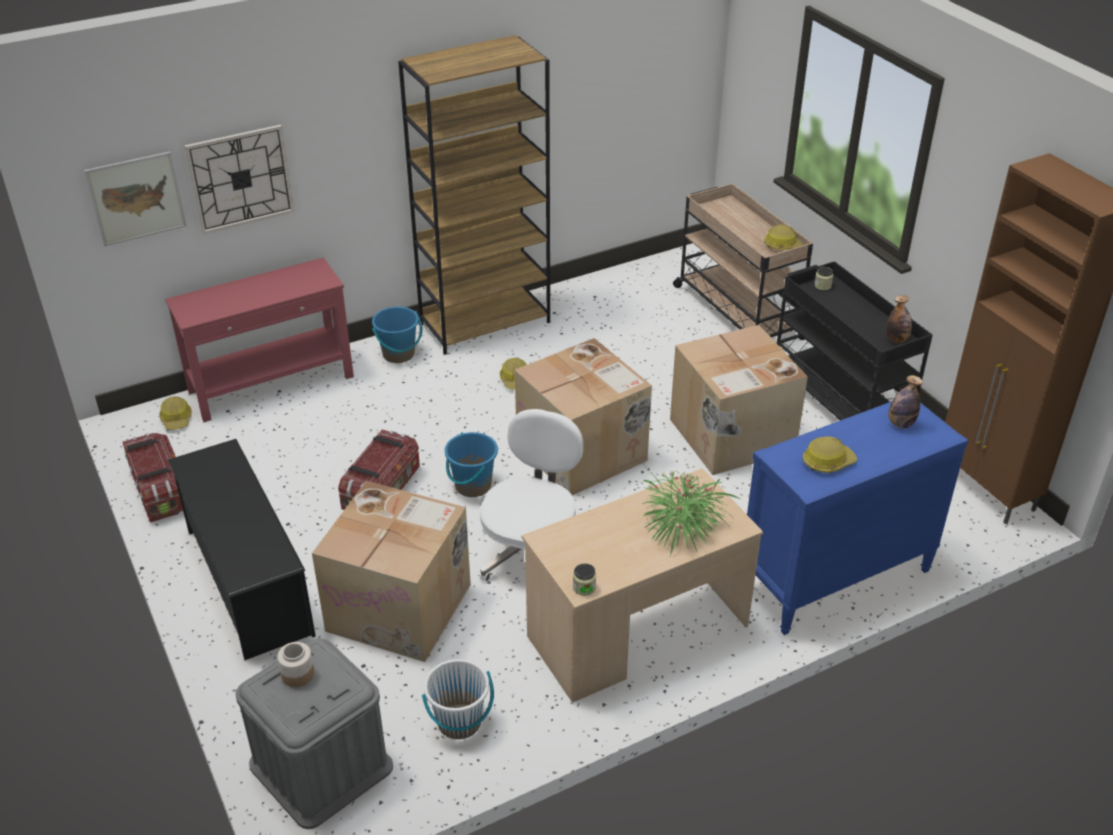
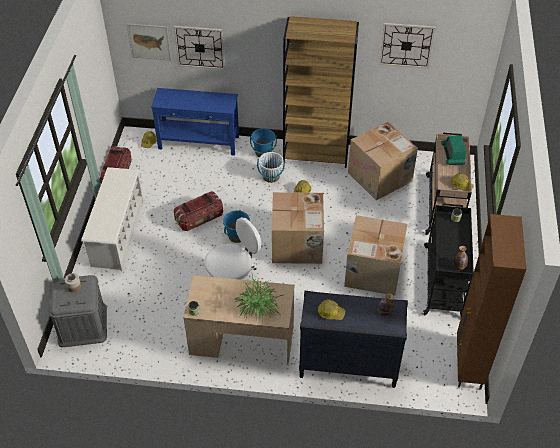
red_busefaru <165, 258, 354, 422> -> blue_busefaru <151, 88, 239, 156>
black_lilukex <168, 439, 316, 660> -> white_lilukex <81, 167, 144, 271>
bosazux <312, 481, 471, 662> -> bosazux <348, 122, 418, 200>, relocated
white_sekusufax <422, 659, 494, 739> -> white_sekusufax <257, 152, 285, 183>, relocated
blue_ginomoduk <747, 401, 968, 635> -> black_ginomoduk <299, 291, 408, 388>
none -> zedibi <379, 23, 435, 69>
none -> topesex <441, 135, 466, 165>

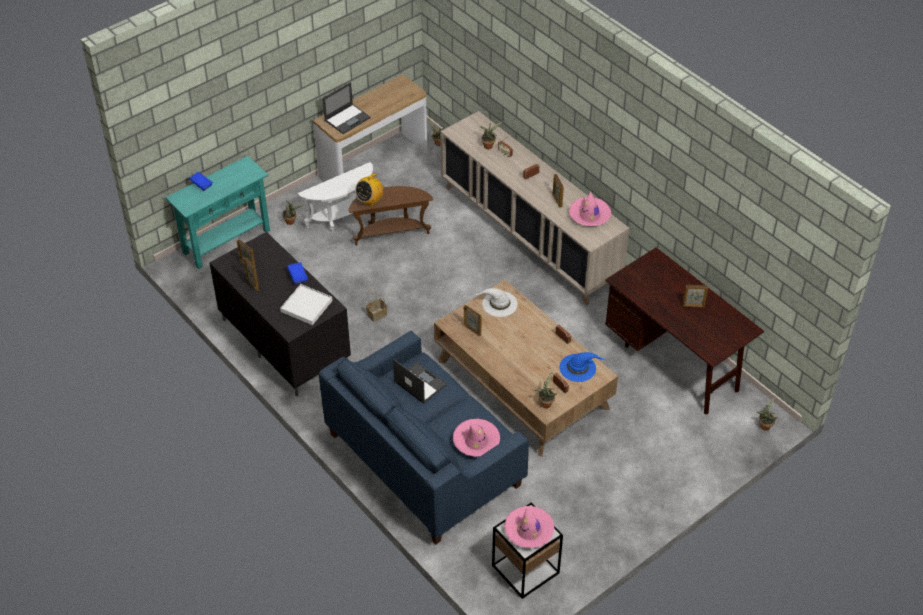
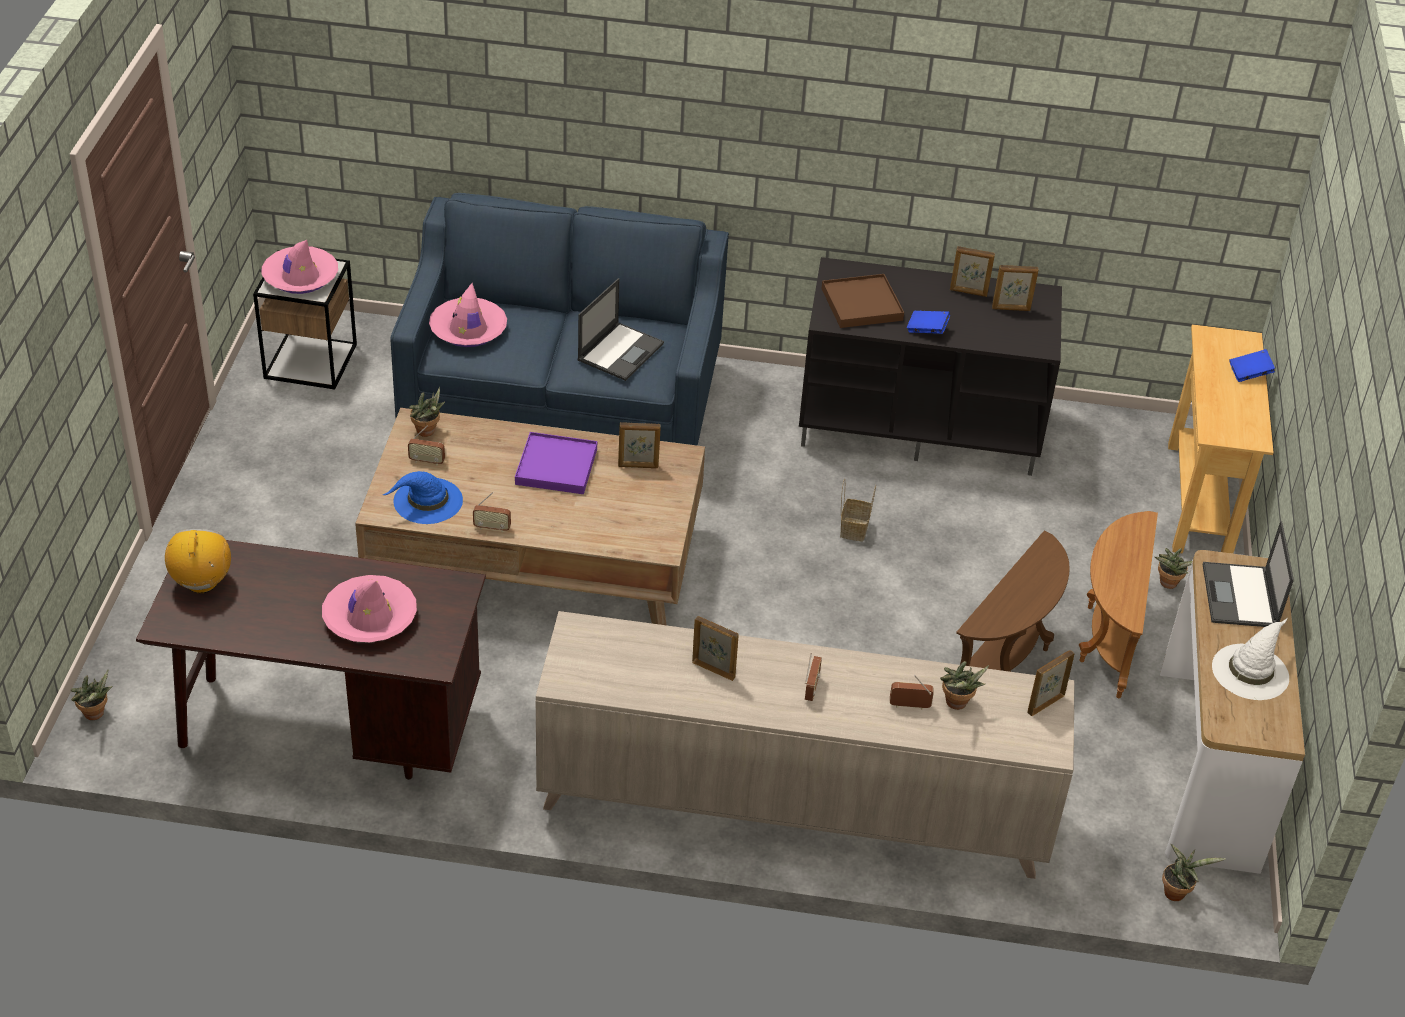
turquoise_busefaru <165, 156, 270, 269> -> beige_busefaru <1168, 324, 1274, 554>
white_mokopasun <280, 284, 333, 325> -> brown_mokopasun <821, 274, 904, 328>
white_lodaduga <298, 162, 373, 233> -> brown_lodaduga <1079, 511, 1158, 698>
topesex <355, 171, 383, 206> -> topesex <165, 529, 231, 593>, relocated
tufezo <393, 359, 447, 404> -> tufezo <577, 278, 664, 381>, 60 degrees counterclockwise
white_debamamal <475, 288, 518, 317> -> white_debamamal <1212, 618, 1289, 700>, relocated
pink_debamamal <569, 192, 611, 226> -> pink_debamamal <322, 575, 417, 642>, relocated
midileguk <682, 285, 708, 308> -> midileguk <1028, 650, 1075, 716>, relocated
none -> purple_mokopasun <515, 432, 597, 494>

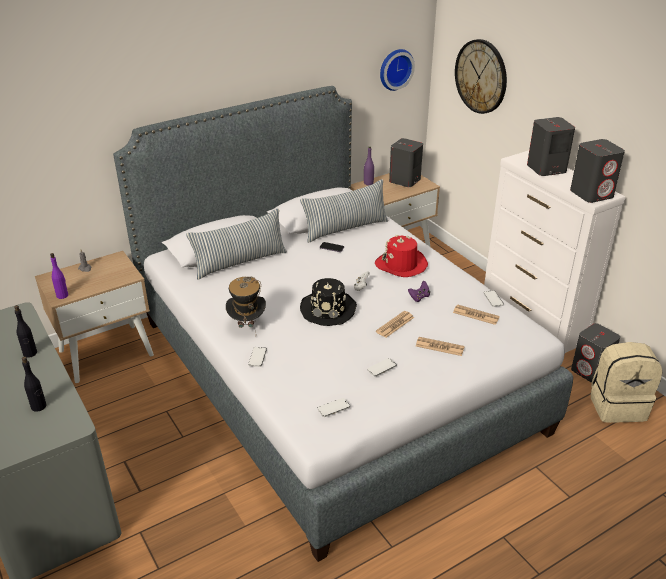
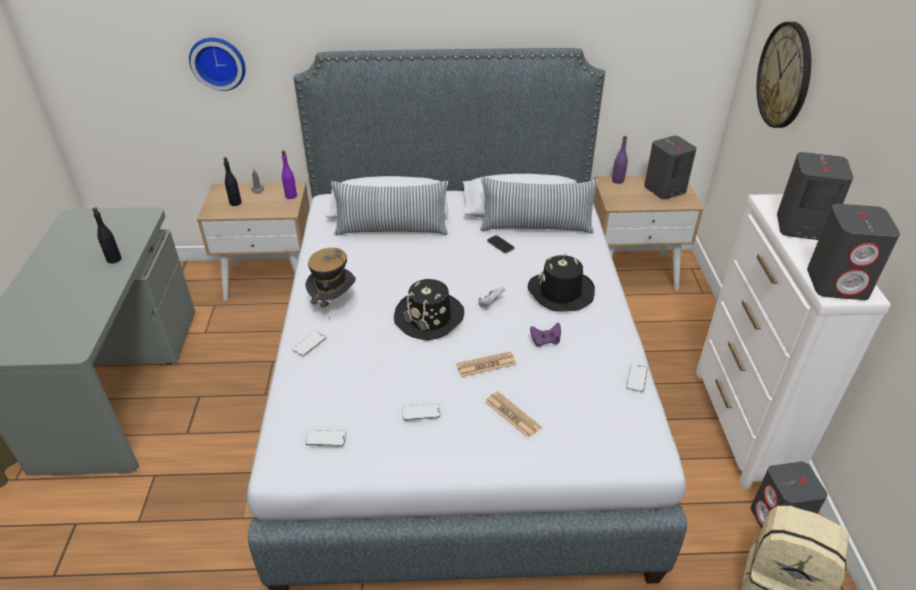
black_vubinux <22, 357, 46, 412> -> black_vubinux <223, 157, 242, 206>, relocated
purple_vubinux <50, 253, 68, 299> -> purple_vubinux <282, 151, 297, 199>, relocated
red_debamamal <375, 235, 428, 277> -> black_debamamal <528, 254, 595, 311>
zedibi <380, 49, 415, 91> -> zedibi <189, 38, 246, 91>, relocated
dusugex <453, 304, 500, 325> -> none

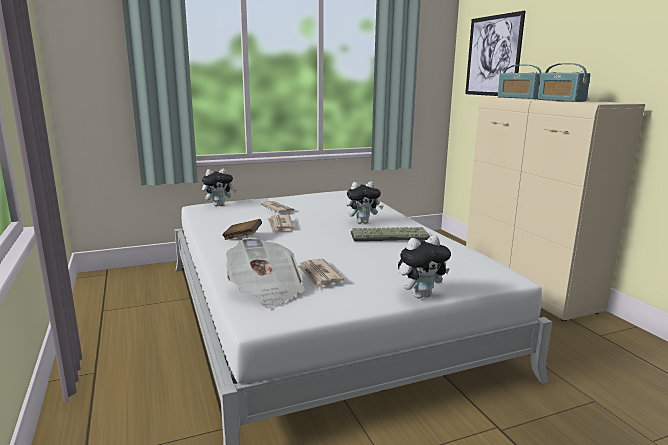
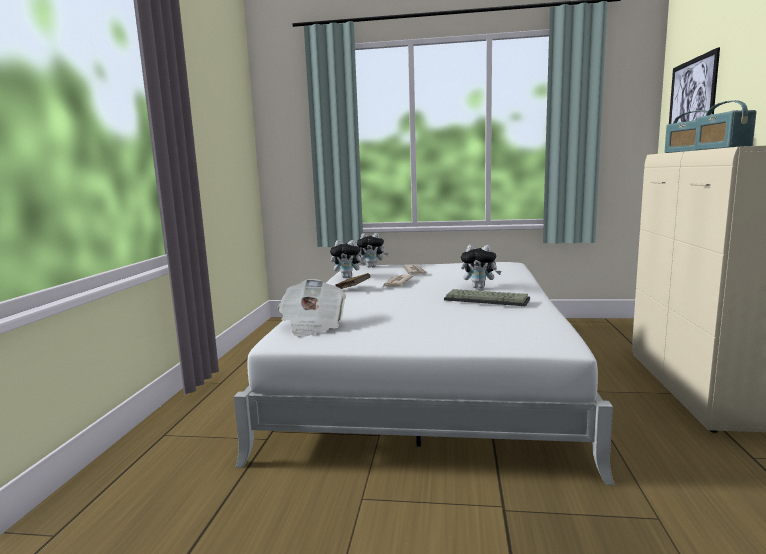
dusugex <298, 259, 344, 288> -> none
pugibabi <398, 235, 451, 299> -> pugibabi <330, 240, 365, 278>, relocated

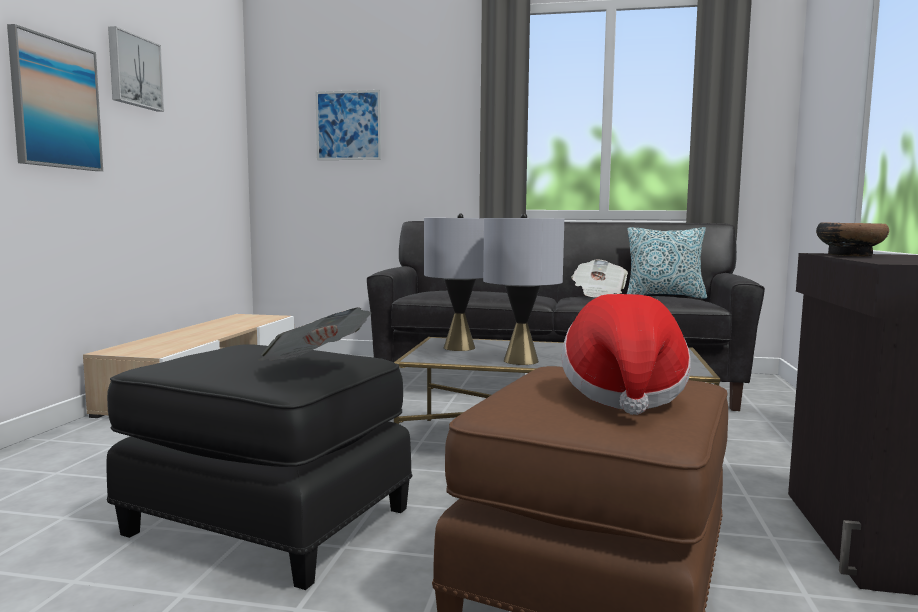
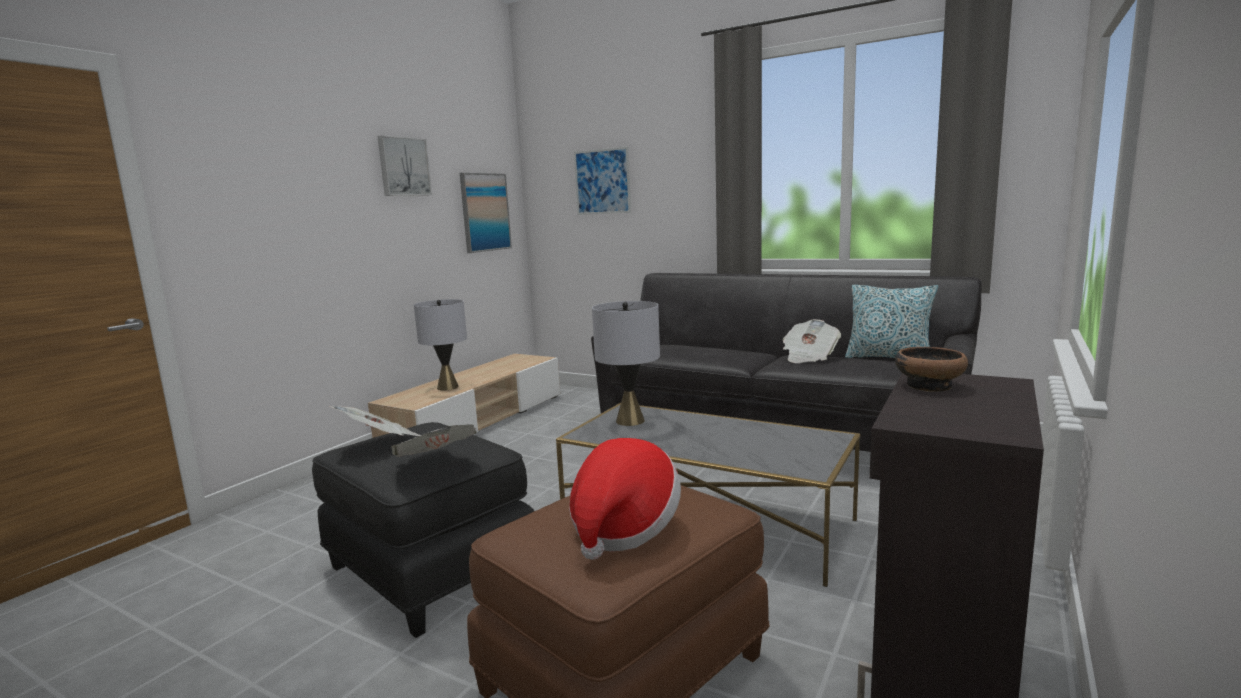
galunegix <7, 24, 103, 171> -> galunegix <460, 173, 512, 253>, relocated
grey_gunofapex <483, 213, 564, 365> -> grey_gunofapex <414, 299, 467, 390>, relocated
none -> dusugex <329, 406, 420, 436>

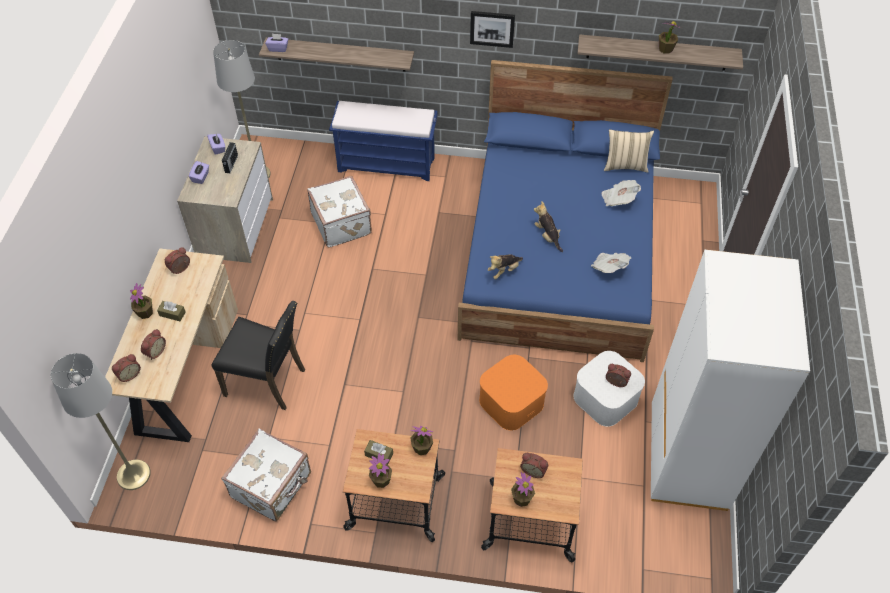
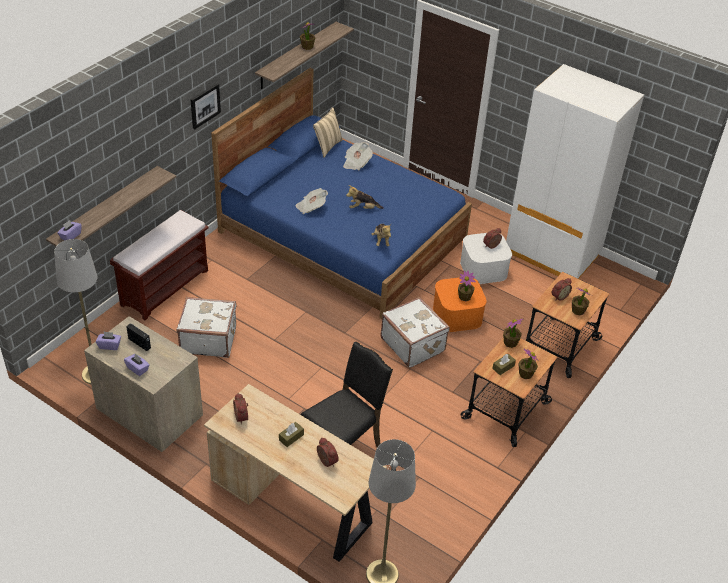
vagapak <112, 354, 141, 382> -> none
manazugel <130, 283, 153, 319> -> manazugel <458, 270, 476, 301>, relocated
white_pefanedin <221, 428, 311, 522> -> white_pefanedin <380, 297, 450, 368>, relocated
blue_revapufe <329, 101, 438, 181> -> brown_revapufe <110, 210, 209, 320>
dusugex <591, 253, 631, 273> -> dusugex <296, 188, 328, 214>, relocated

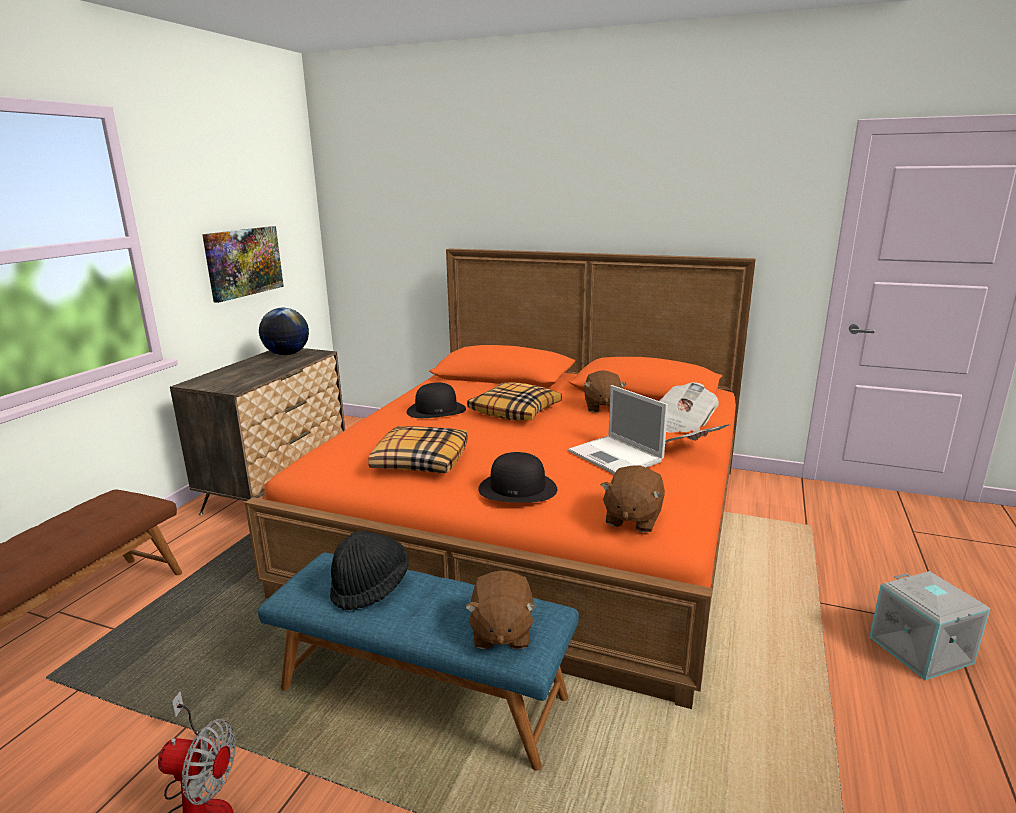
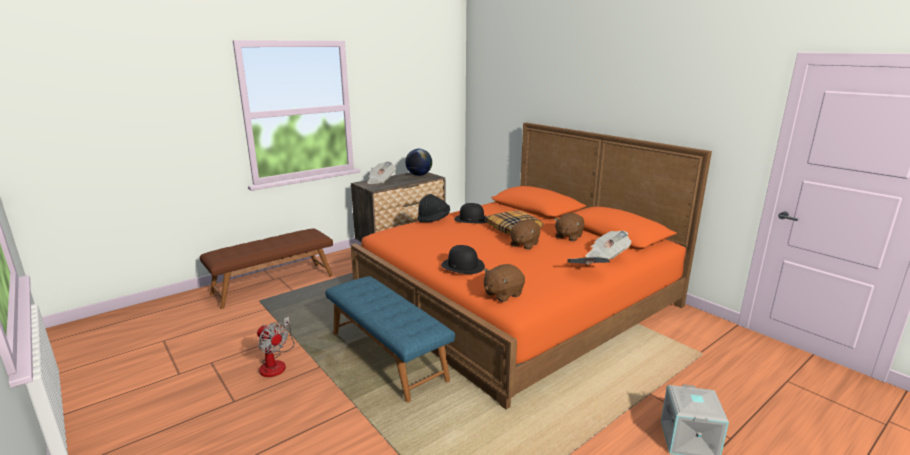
galunegix <202, 226, 284, 303> -> none
black_debamamal <330, 531, 409, 611> -> black_debamamal <418, 194, 450, 223>, relocated
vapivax <368, 426, 468, 473> -> none
brown_pugibabi <465, 571, 536, 649> -> brown_pugibabi <509, 220, 540, 250>, relocated
tufezo <568, 385, 668, 474> -> none
none -> dusugex <367, 161, 396, 184>

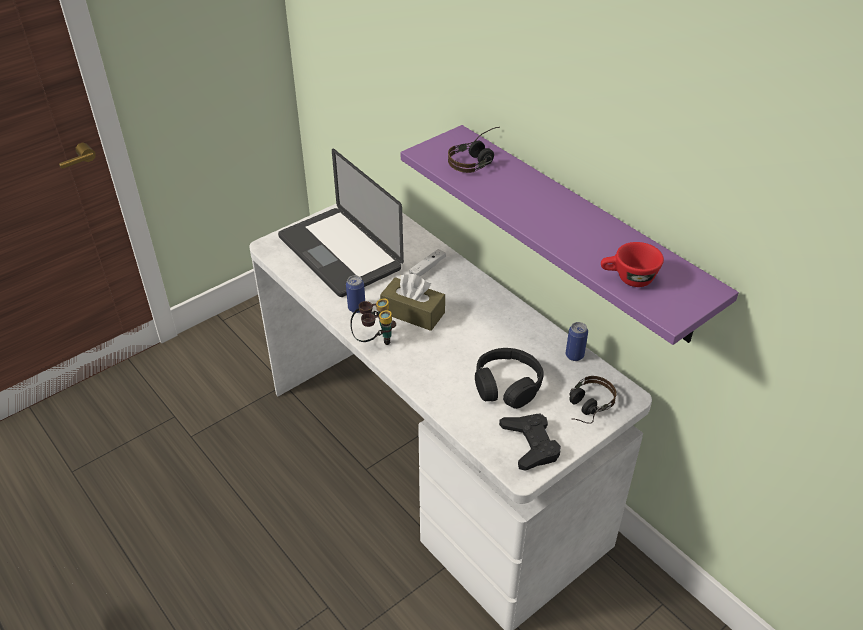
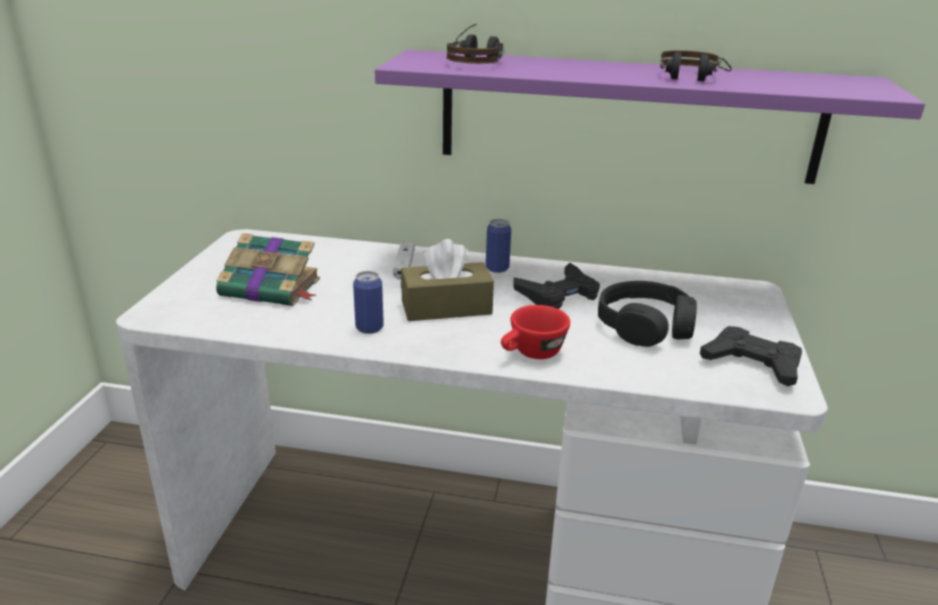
tufezo <278, 149, 404, 297> -> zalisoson <216, 233, 320, 306>
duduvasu <350, 298, 396, 345> -> none
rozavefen <566, 322, 588, 361> -> rozavefen <486, 219, 511, 273>, relocated
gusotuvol <569, 376, 617, 424> -> gusotuvol <660, 50, 732, 81>, relocated
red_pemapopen <601, 242, 664, 287> -> red_pemapopen <501, 305, 570, 359>, relocated
none -> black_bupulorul <513, 263, 600, 309>

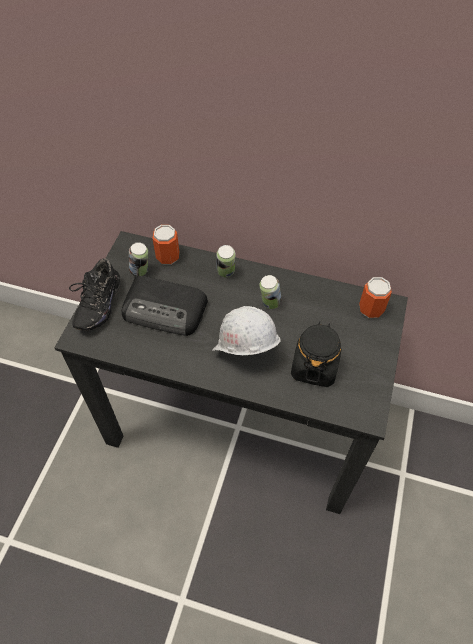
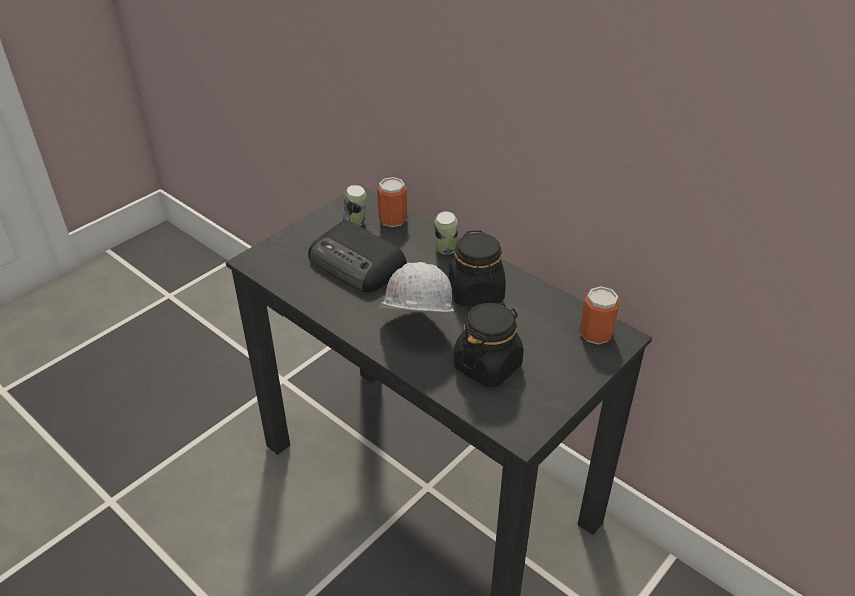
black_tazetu <69, 258, 121, 331> -> none
rozavefen <259, 275, 282, 309> -> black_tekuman <449, 230, 506, 306>

